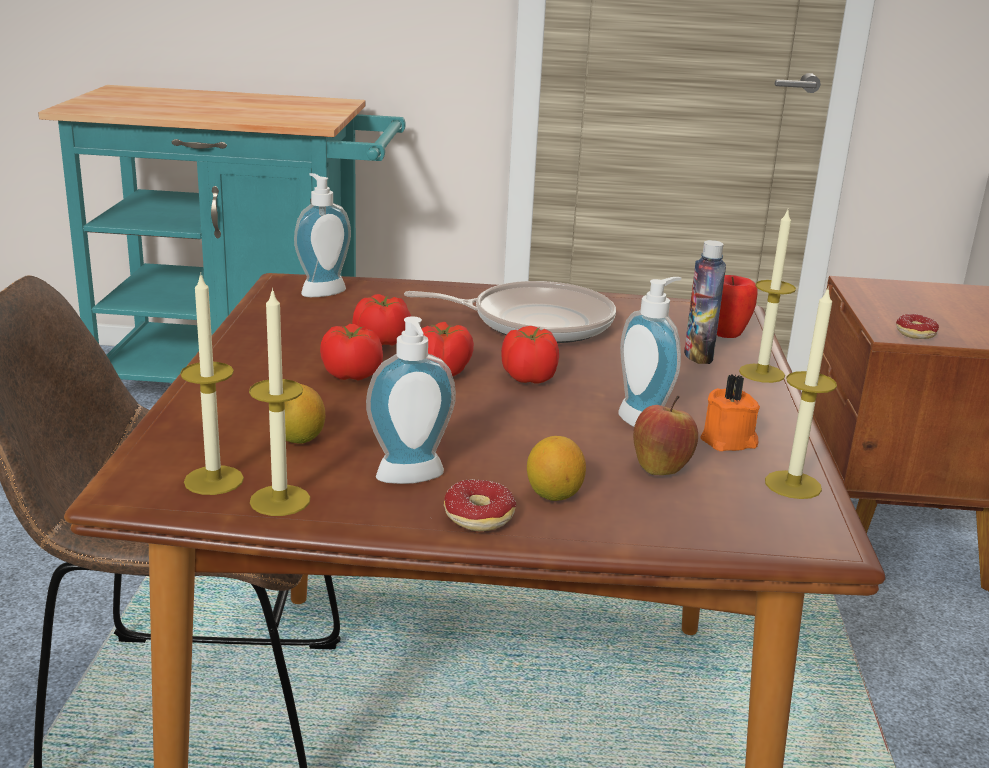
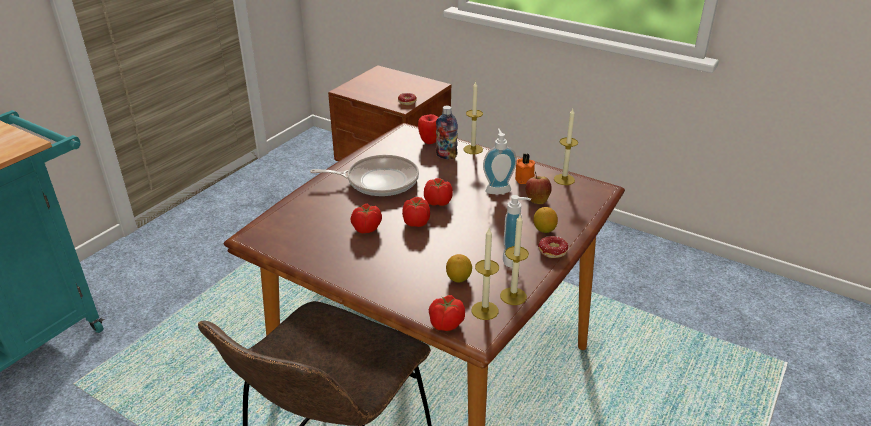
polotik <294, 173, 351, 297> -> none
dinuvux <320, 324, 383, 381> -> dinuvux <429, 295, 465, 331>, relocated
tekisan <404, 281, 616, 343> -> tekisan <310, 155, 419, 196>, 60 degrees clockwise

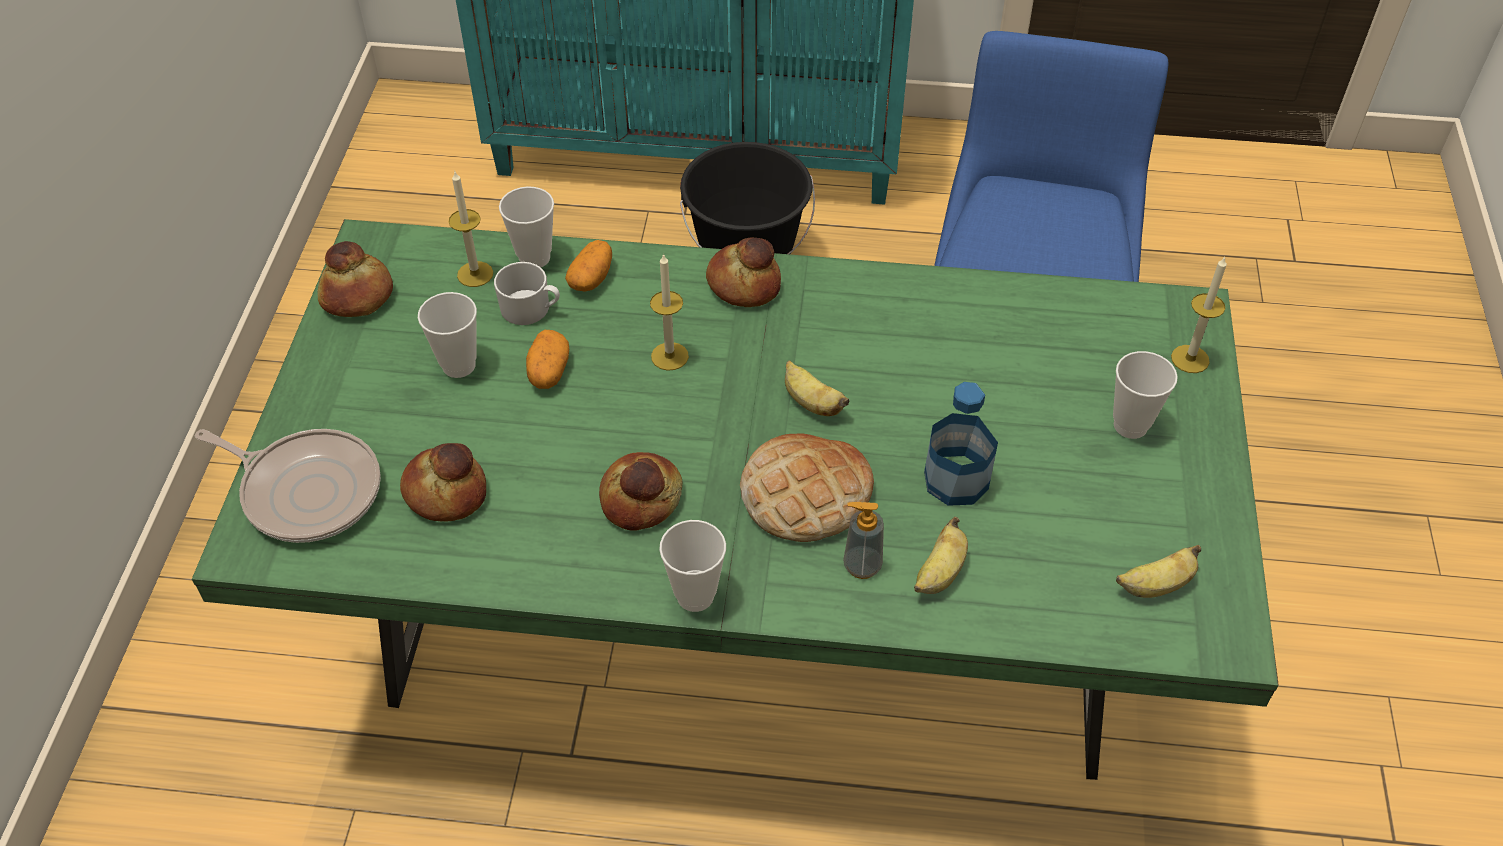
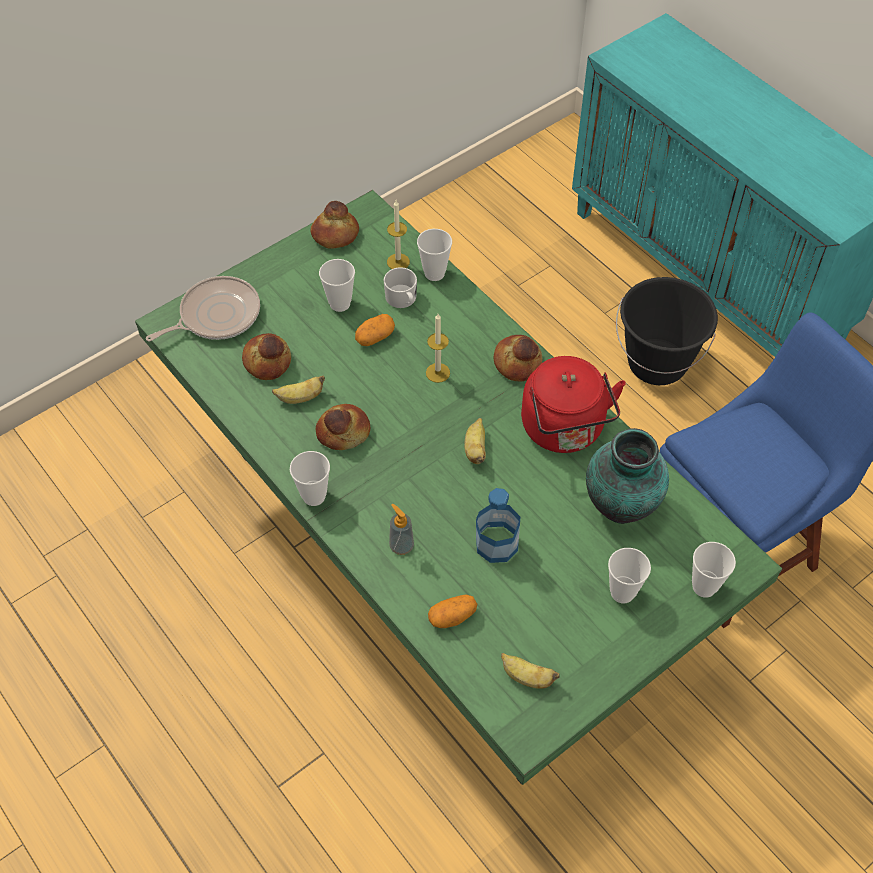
tekisan <194, 429, 381, 543> -> tekisan <146, 276, 260, 341>, 105 degrees counterclockwise
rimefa <565, 240, 612, 292> -> rimefa <428, 595, 478, 628>, relocated
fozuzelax <740, 434, 874, 542> -> none
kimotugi <914, 517, 968, 594> -> kimotugi <272, 375, 325, 404>, relocated
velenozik <1171, 256, 1227, 373> -> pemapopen <692, 542, 736, 598>
none -> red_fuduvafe <521, 356, 626, 453>
none -> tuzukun <586, 428, 669, 524>

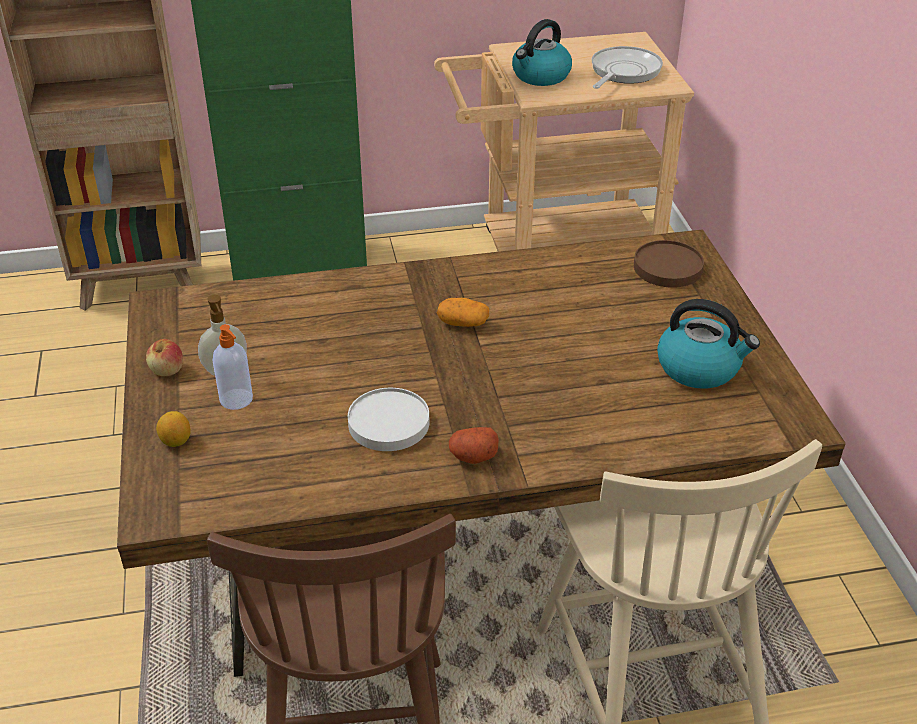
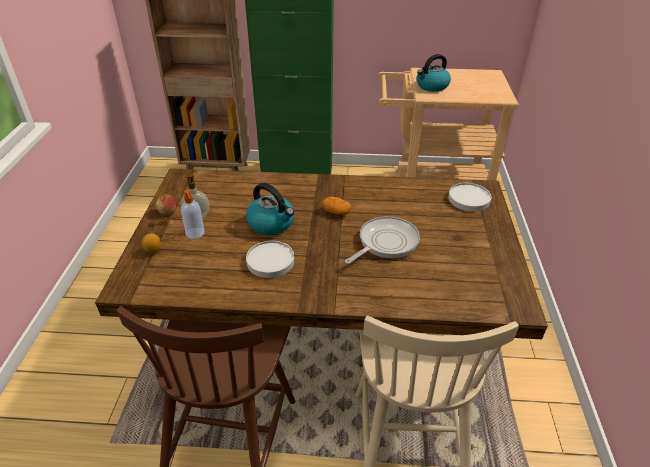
rimefa <449, 427, 499, 464> -> none
tekisan <591, 46, 663, 89> -> tekisan <345, 216, 420, 264>, relocated
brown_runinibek <634, 240, 704, 288> -> white_runinibek <448, 183, 491, 212>
fuduvafe <657, 299, 760, 389> -> fuduvafe <246, 183, 295, 235>, relocated

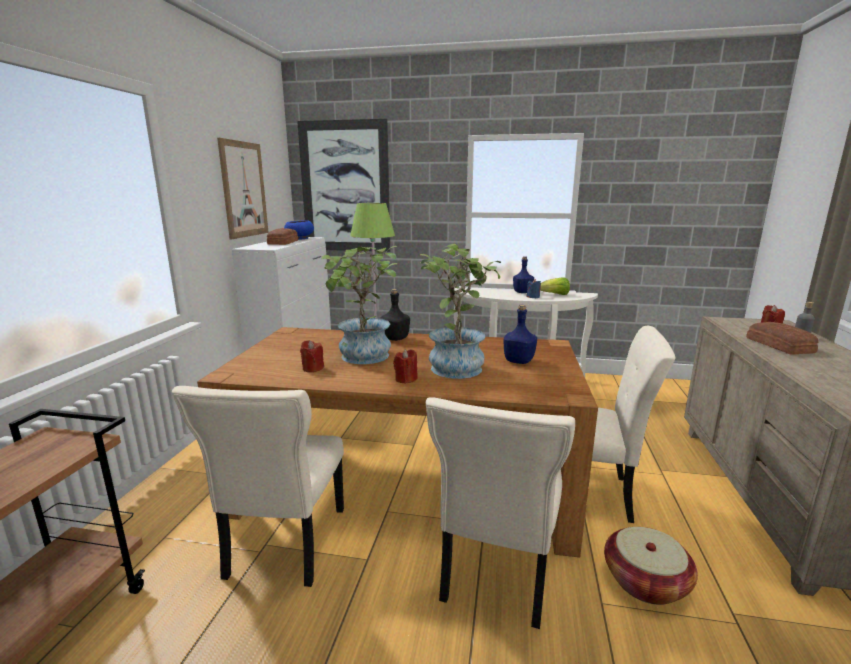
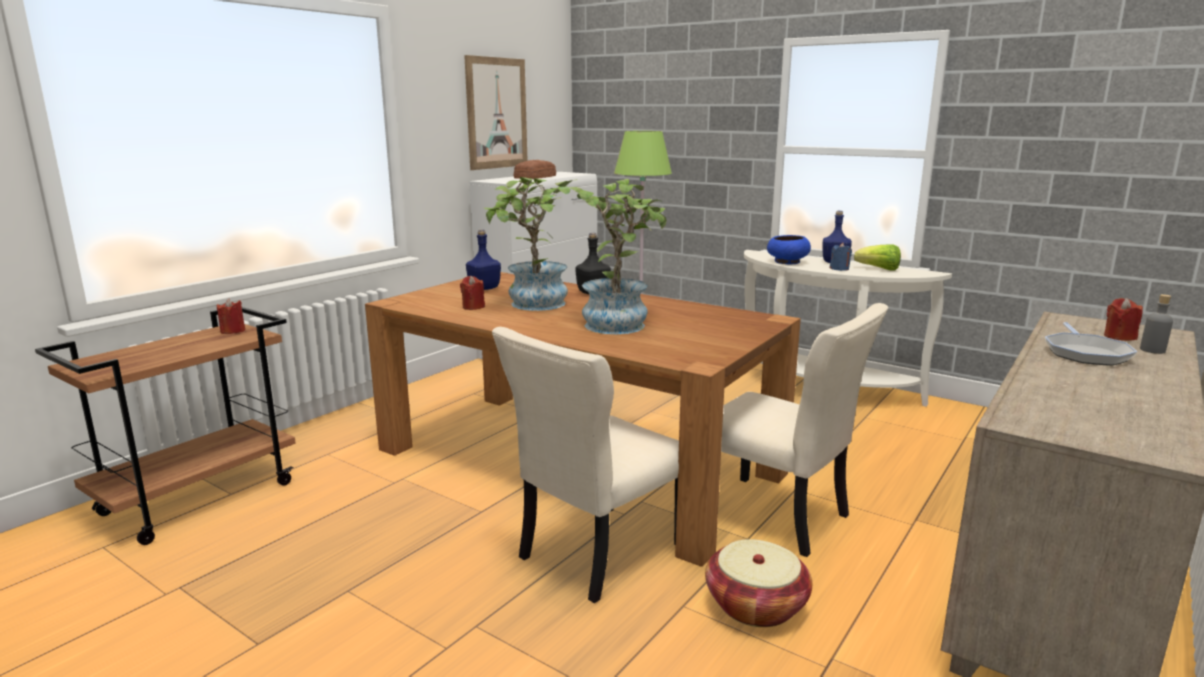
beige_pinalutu <172, 386, 344, 587> -> none
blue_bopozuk <284, 220, 314, 239> -> blue_bopozuk <767, 235, 811, 264>, relocated
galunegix <297, 119, 390, 252> -> none
red_velenozik <393, 349, 418, 384> -> red_velenozik <217, 298, 245, 334>, relocated
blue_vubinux <503, 305, 537, 364> -> blue_vubinux <466, 230, 501, 290>, relocated
fozuzelax <746, 322, 819, 355> -> tekisan <1045, 322, 1137, 366>

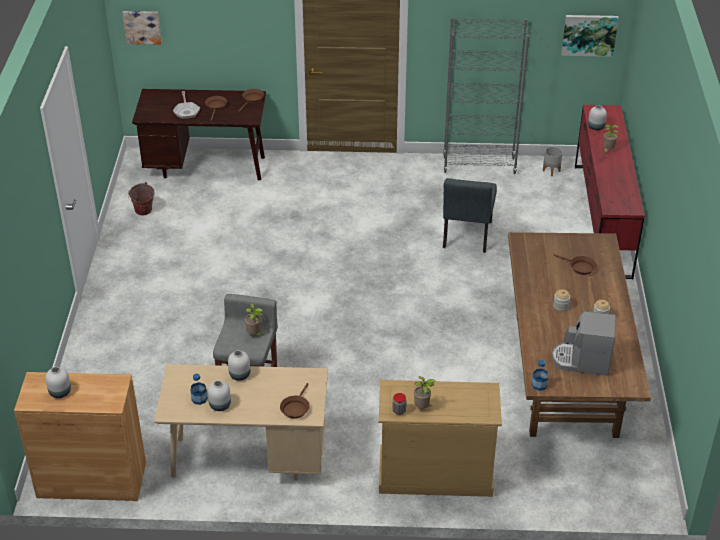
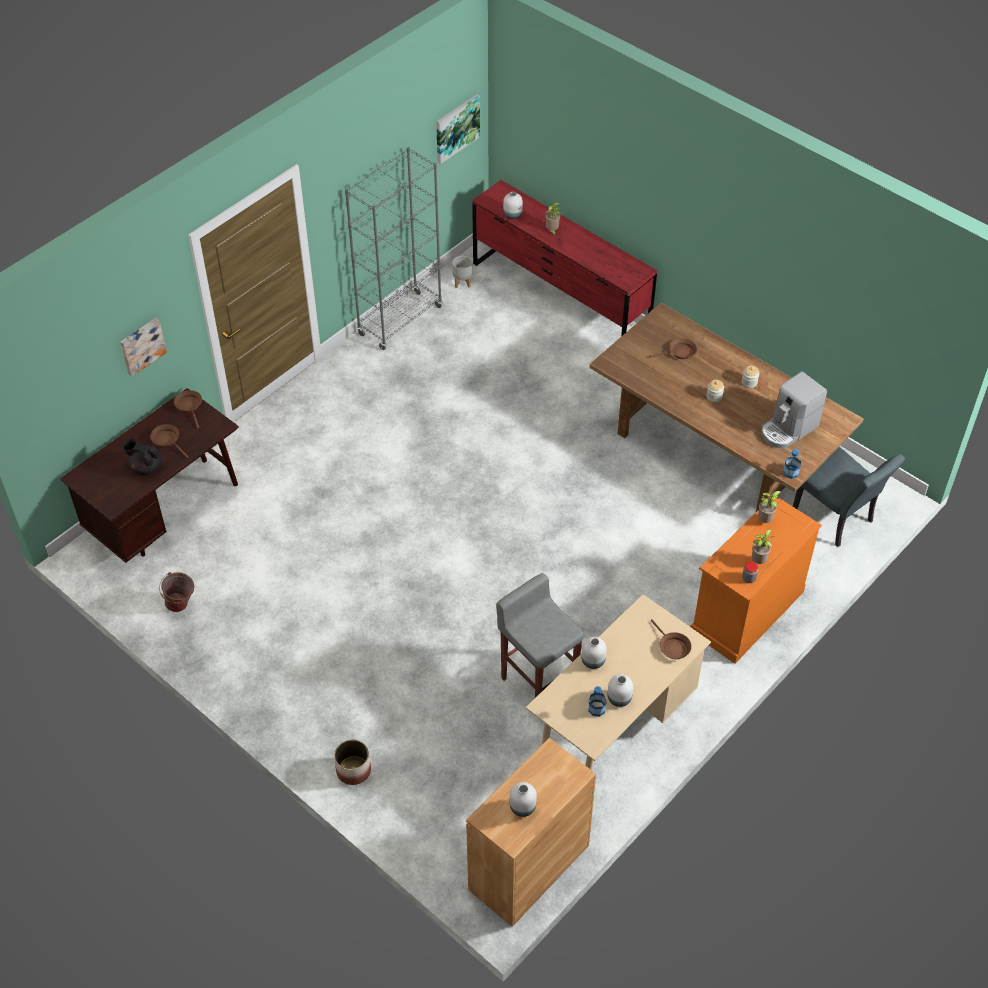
galunegix <122, 11, 162, 45> -> galunegix <120, 318, 167, 376>, relocated
tekisan <173, 91, 200, 119> -> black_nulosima <123, 439, 162, 475>
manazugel <245, 304, 264, 337> -> manazugel <758, 491, 780, 523>, relocated
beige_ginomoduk <379, 380, 502, 497> -> orange_ginomoduk <690, 497, 822, 663>
grey_pinalutu <443, 178, 497, 253> -> grey_pinalutu <793, 447, 905, 547>, relocated
none -> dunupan <334, 739, 371, 785>

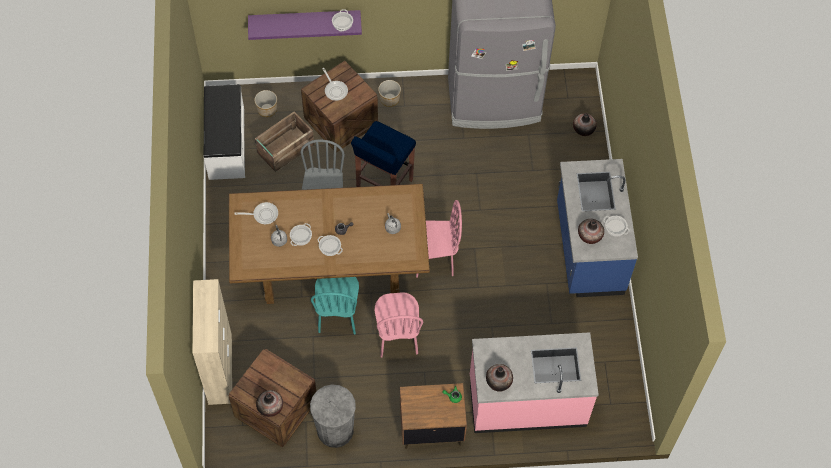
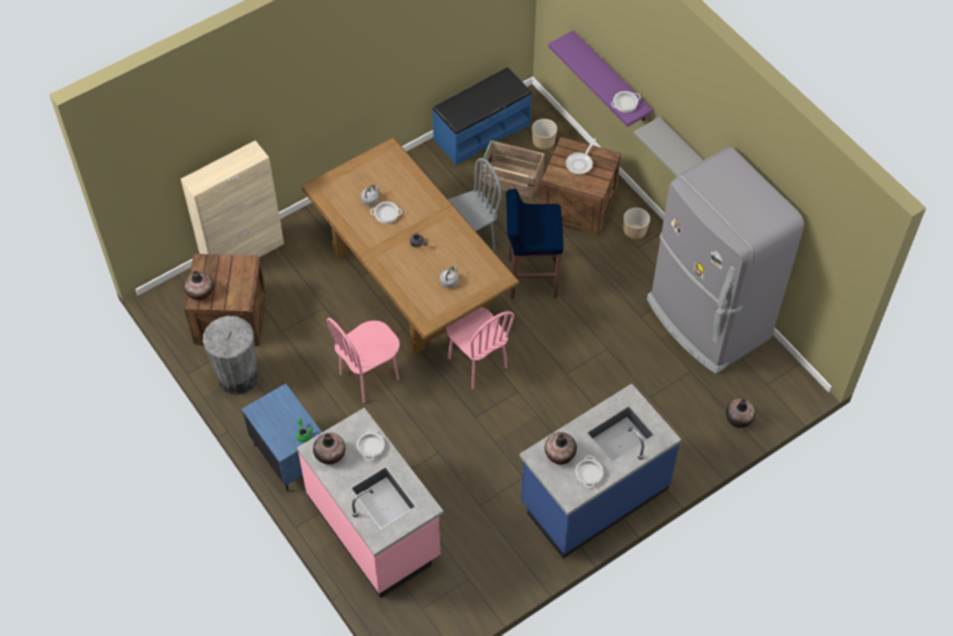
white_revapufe <204, 84, 245, 180> -> blue_revapufe <432, 67, 532, 165>
tekisan <235, 202, 278, 224> -> none
turquoise_pinalutu <311, 277, 359, 335> -> none
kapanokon <317, 235, 343, 256> -> kapanokon <357, 429, 384, 461>, relocated
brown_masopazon <400, 383, 467, 449> -> blue_masopazon <242, 384, 322, 492>
none -> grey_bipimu <634, 117, 703, 177>

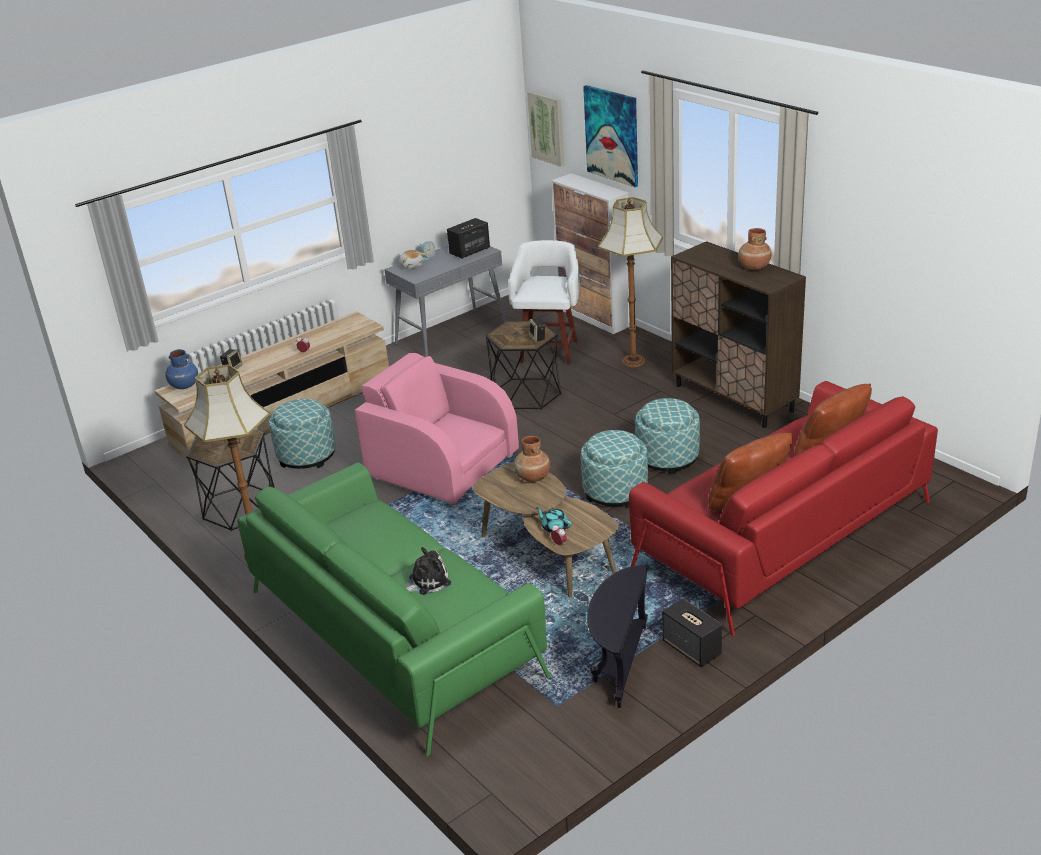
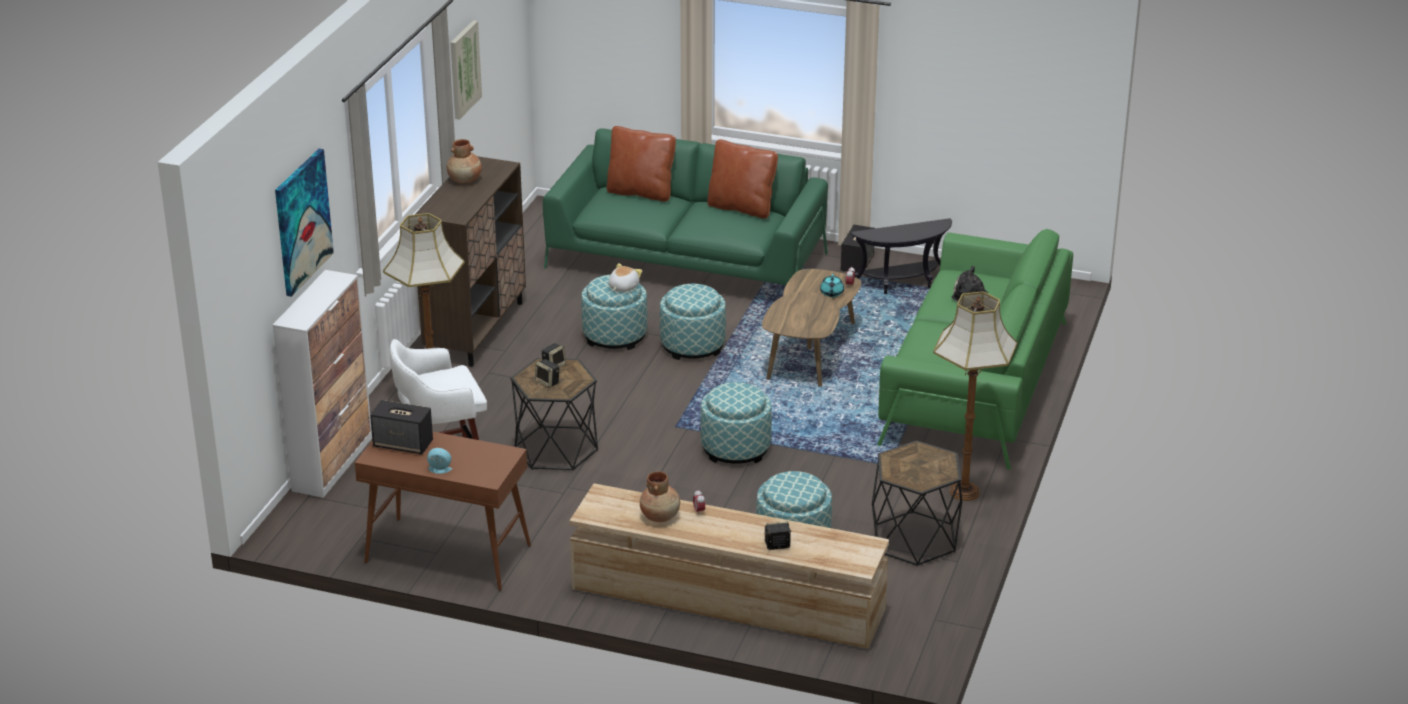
blue_tuzukun <165, 349, 198, 389> -> none
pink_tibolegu <355, 353, 519, 506> -> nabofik <701, 382, 772, 464>
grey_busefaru <384, 245, 507, 357> -> brown_busefaru <355, 432, 531, 591>
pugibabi <399, 250, 425, 269> -> pugibabi <609, 263, 642, 292>, relocated
brown_tuzukun <514, 436, 550, 482> -> brown_tuzukun <640, 471, 680, 522>, relocated
galunegix <527, 91, 564, 167> -> galunegix <450, 20, 482, 120>, relocated
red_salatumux <629, 381, 938, 636> -> green_salatumux <543, 128, 828, 285>
none -> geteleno <535, 359, 559, 388>

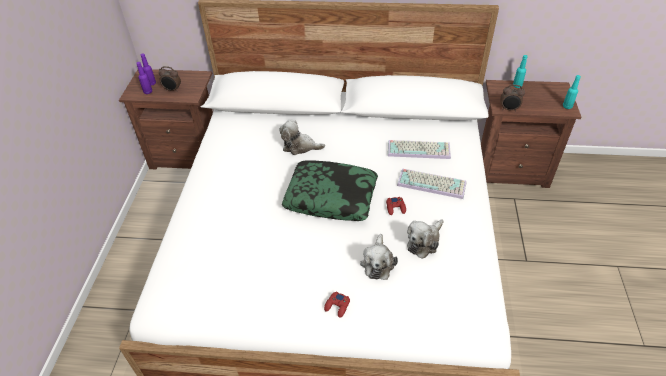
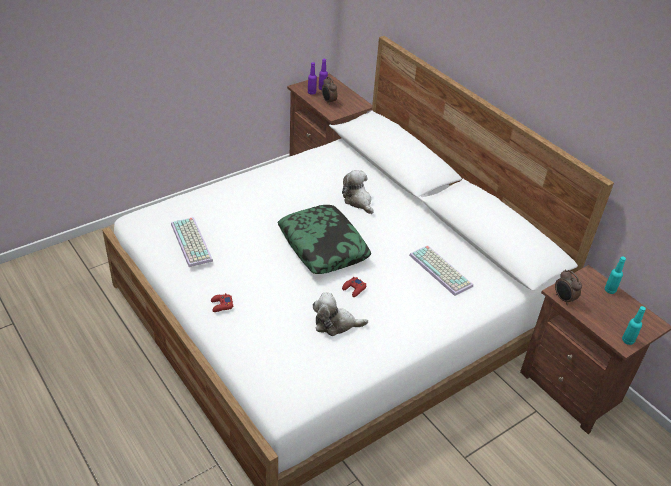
pugibabi <360, 234, 398, 280> -> none
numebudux <397, 168, 467, 199> -> numebudux <171, 217, 213, 267>, relocated

